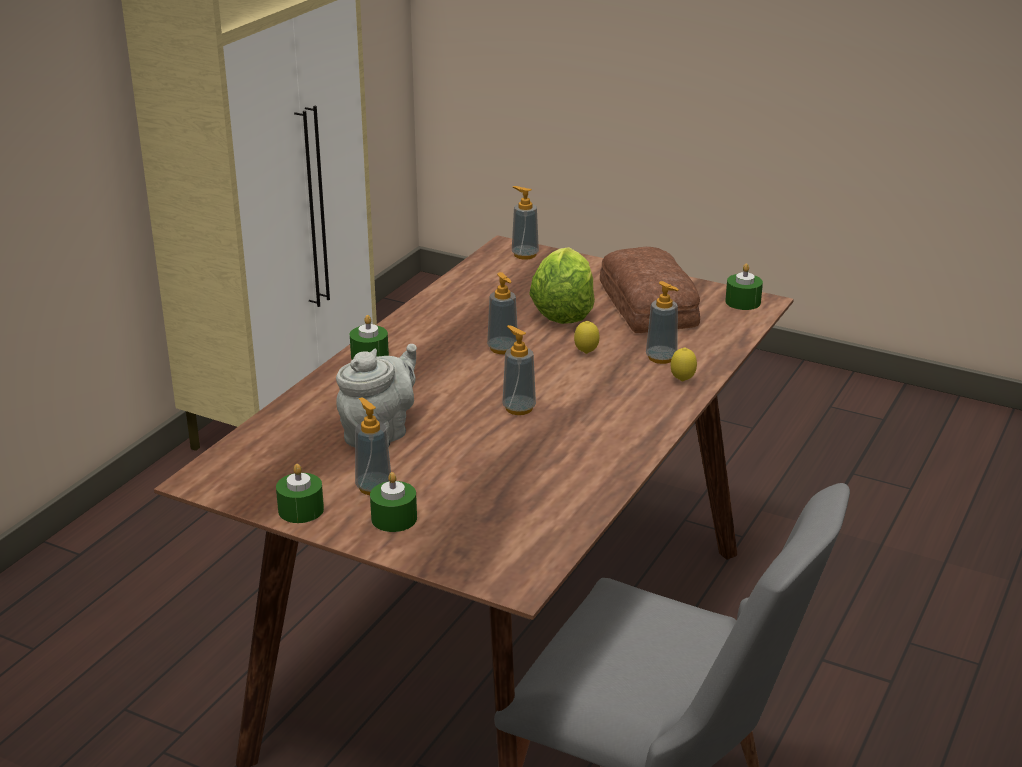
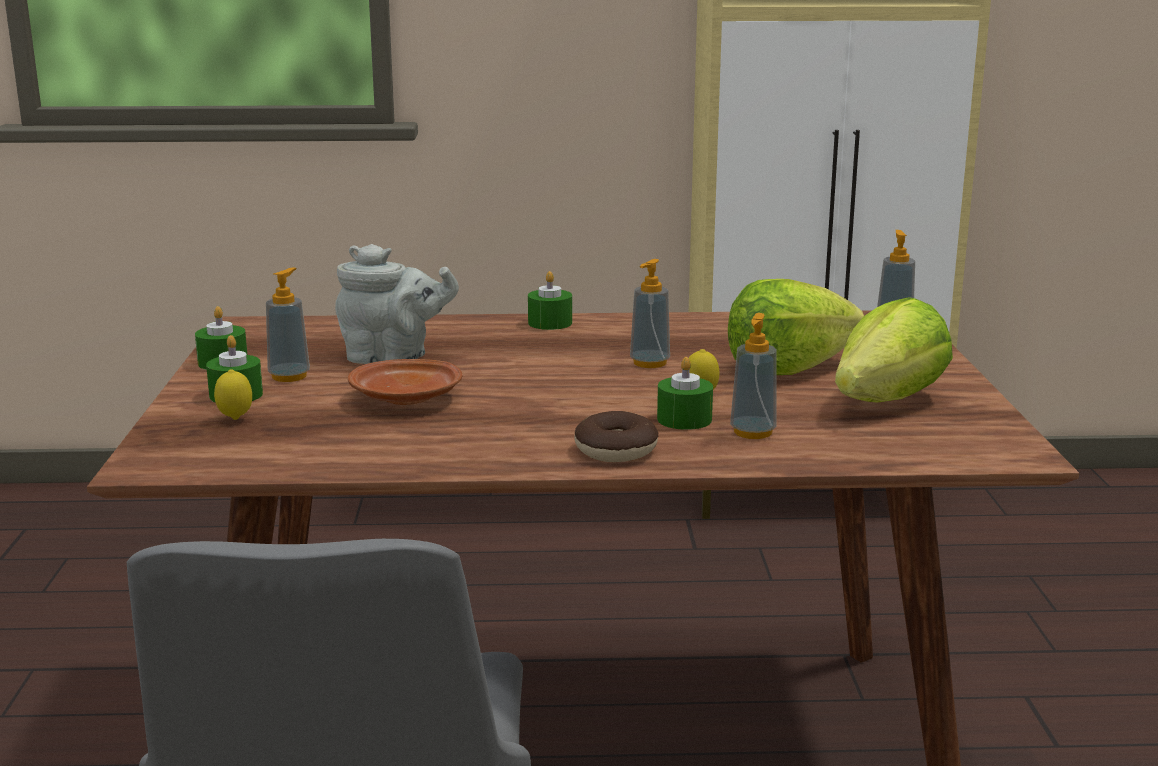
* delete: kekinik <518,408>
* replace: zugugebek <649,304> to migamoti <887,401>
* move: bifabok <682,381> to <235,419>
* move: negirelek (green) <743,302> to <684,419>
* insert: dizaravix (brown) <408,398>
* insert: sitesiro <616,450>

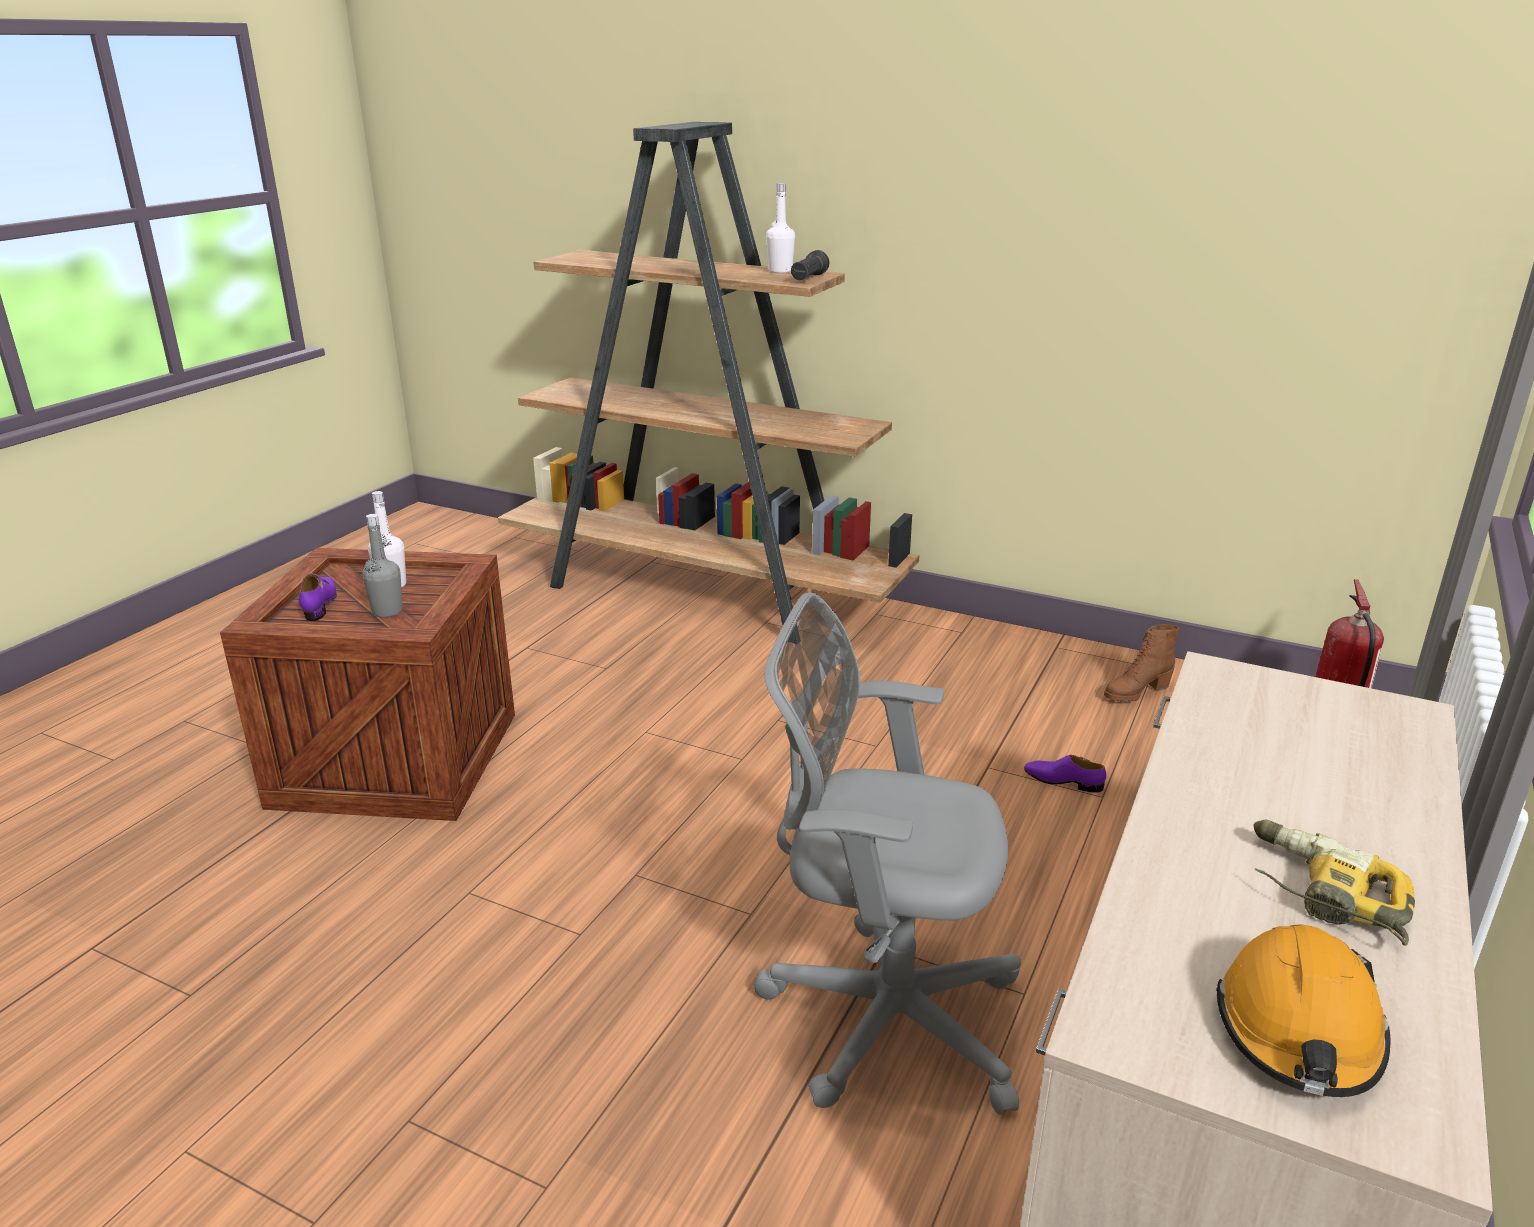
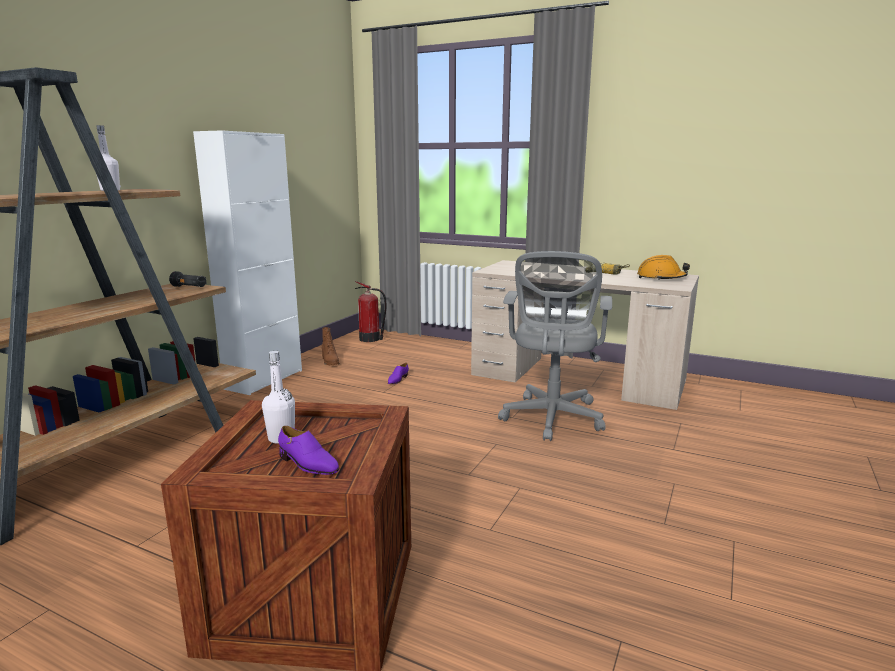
* rotate: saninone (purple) <320,603> = <308,464> 135 degrees counterclockwise
* delete: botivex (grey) <387,611>
* move: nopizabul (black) <808,278> to <189,287>
* insert: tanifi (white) <264,379>

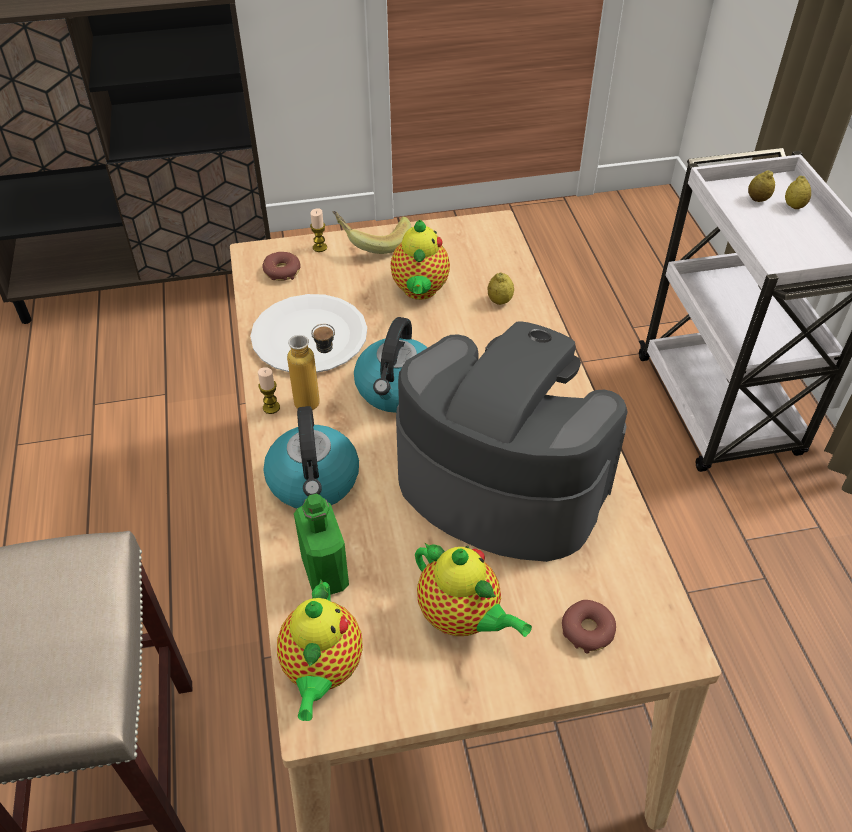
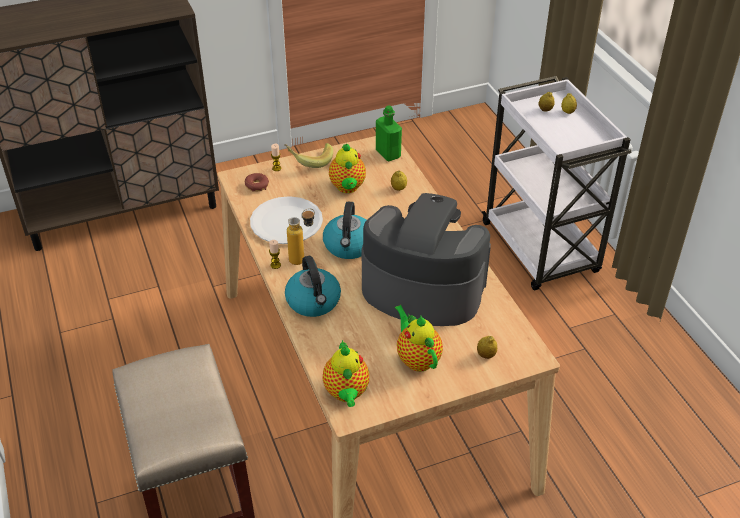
* move: botivex (green) <325,573> to <388,154>
* rotate: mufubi <462,618> = <417,358> 150 degrees counterclockwise
* replace: sitesiro <587,630> to bifabok <486,355>

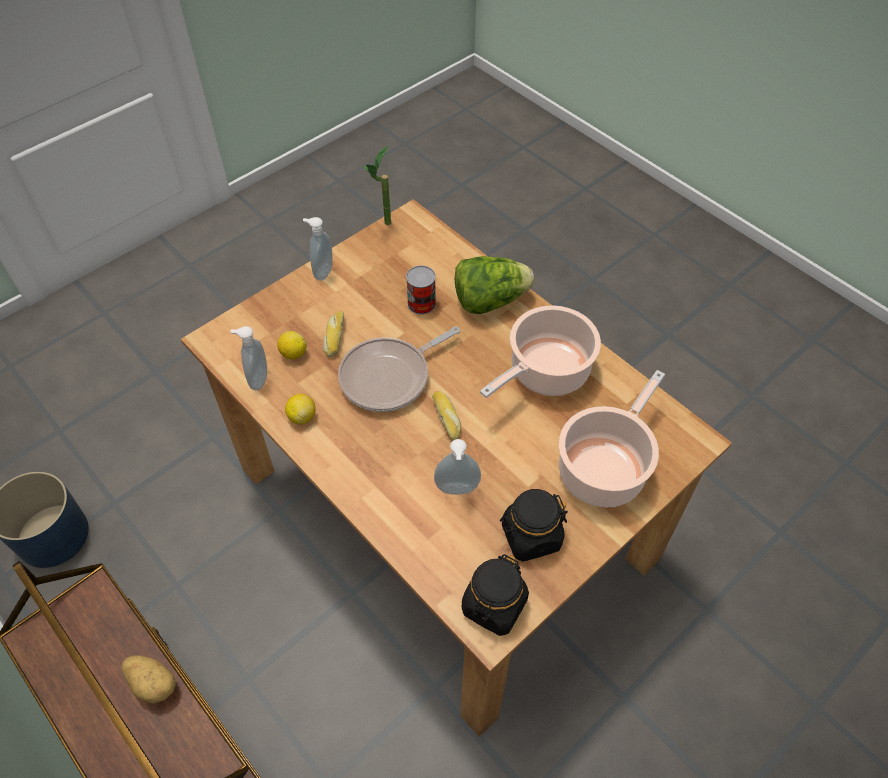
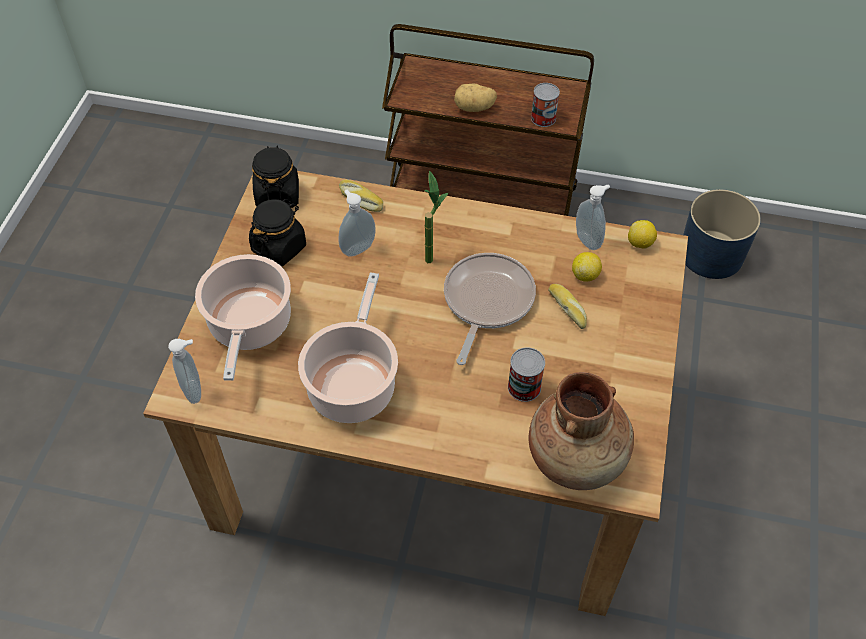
* move: bifabok <302,416> to <640,243>
* move: kekinik <322,272> to <195,390>
* move: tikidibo <382,226> to <431,254>
* move: zugugebek <447,418> to <360,200>
* delete: migamoti <489,300>
* insert: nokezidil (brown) <577,458>
* insert: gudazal <543,118>

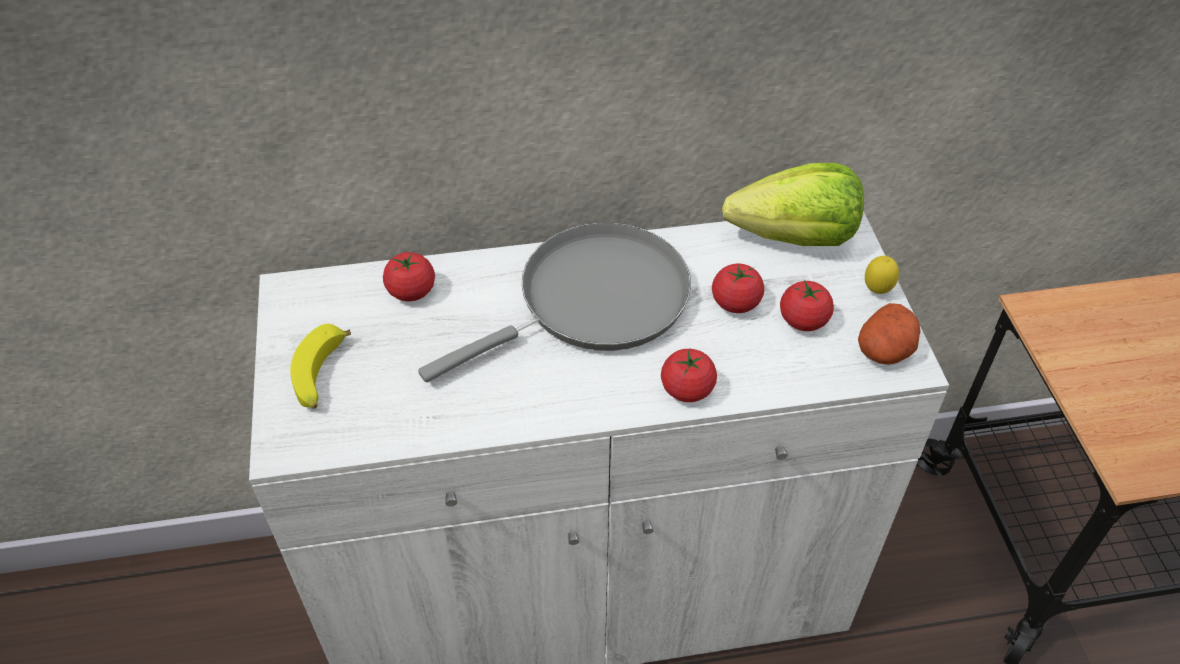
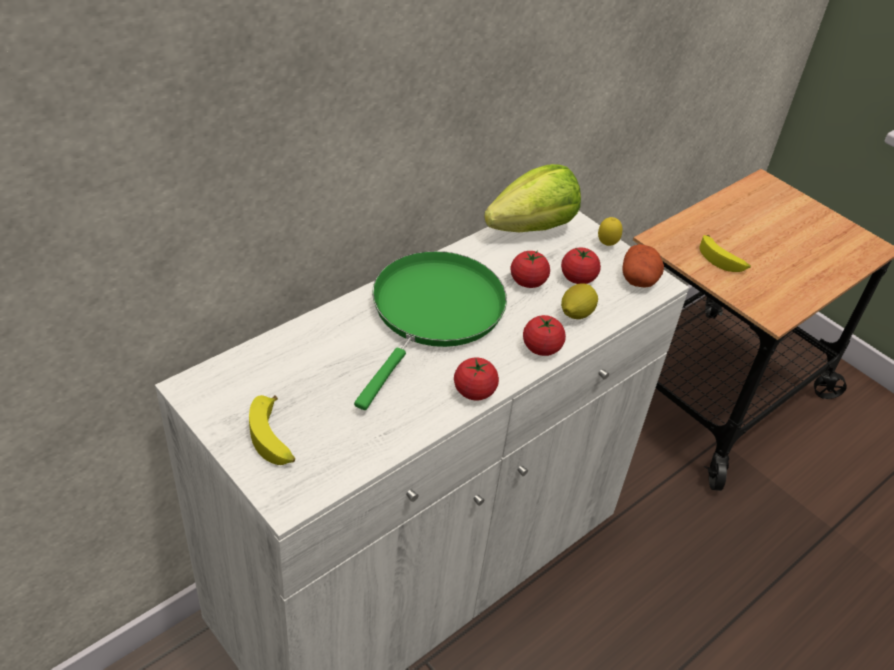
* move: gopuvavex <411,291> to <474,391>
* recolor: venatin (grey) <593,301> to venatin (green) <434,313>
* insert: bifabok <575,314>
* insert: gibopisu <722,260>

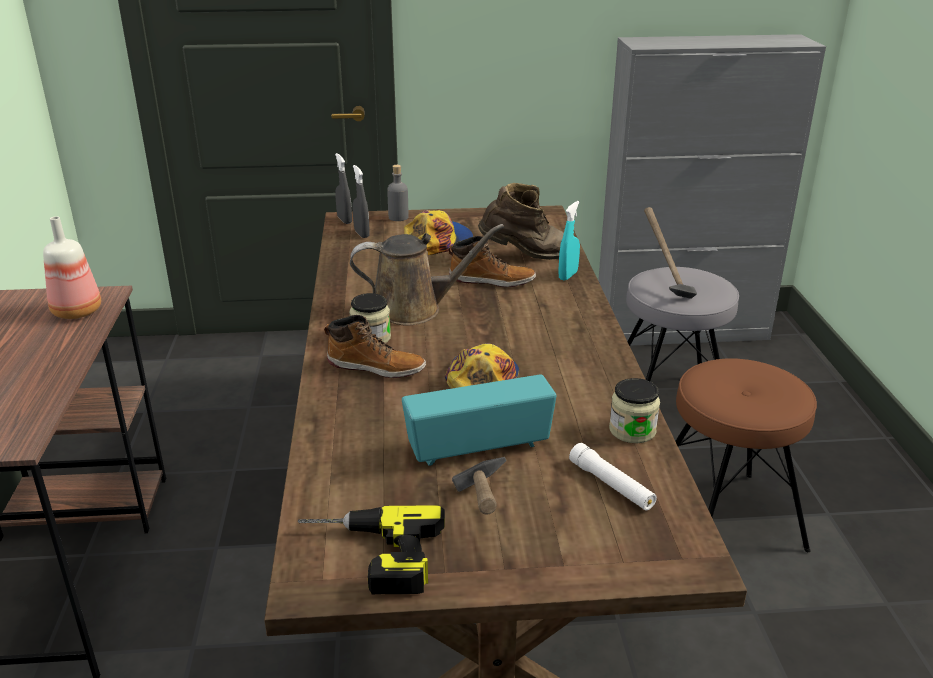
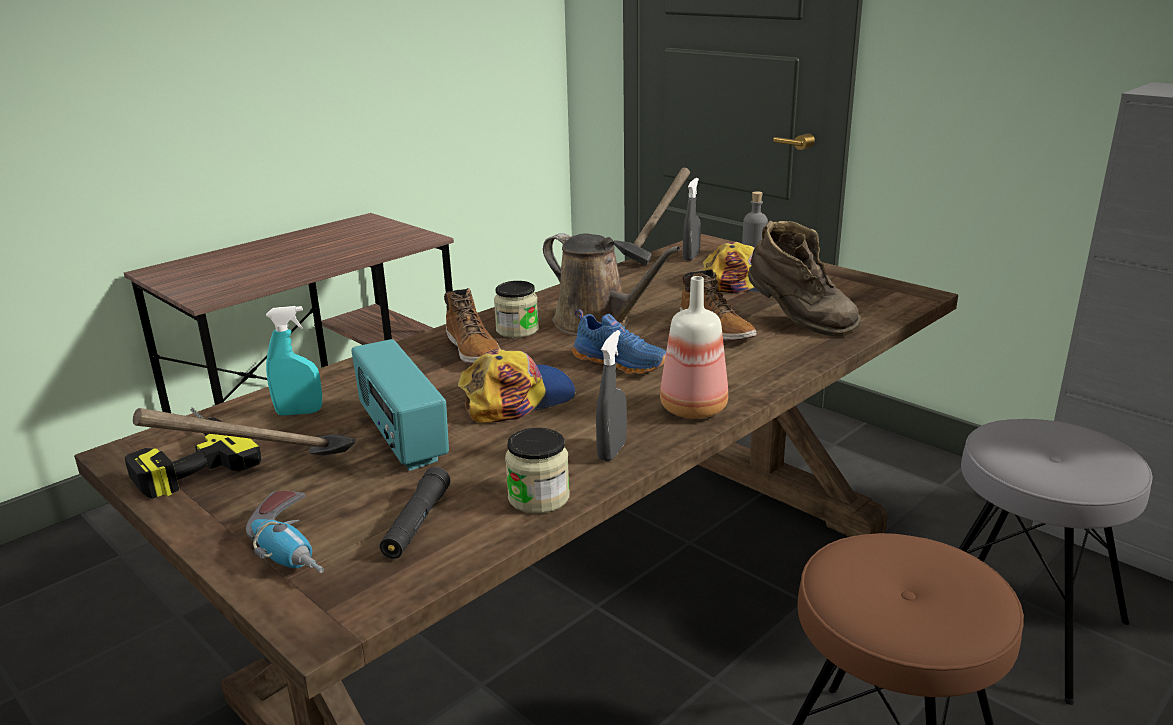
* move: botivex <78,312> to <695,410>
* move: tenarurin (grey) <344,220> to <612,451>
* rotate: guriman <478,447> = <401,437> 150 degrees counterclockwise
* move: tenarurin (turquoise) <568,275> to <299,412>
* recolor: nopizabul (white) <611,485> to nopizabul (black) <416,523>
* move: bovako <663,284> to <654,251>
* insert: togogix <296,548>
* insert: saninone (blue) <621,363>

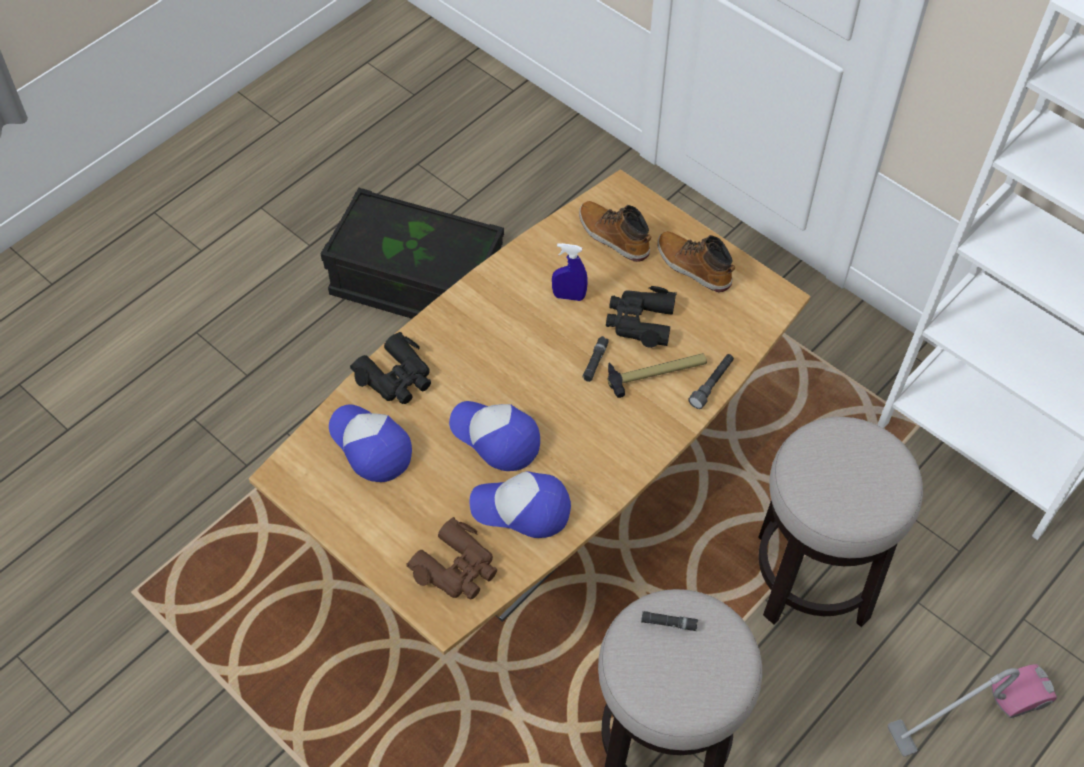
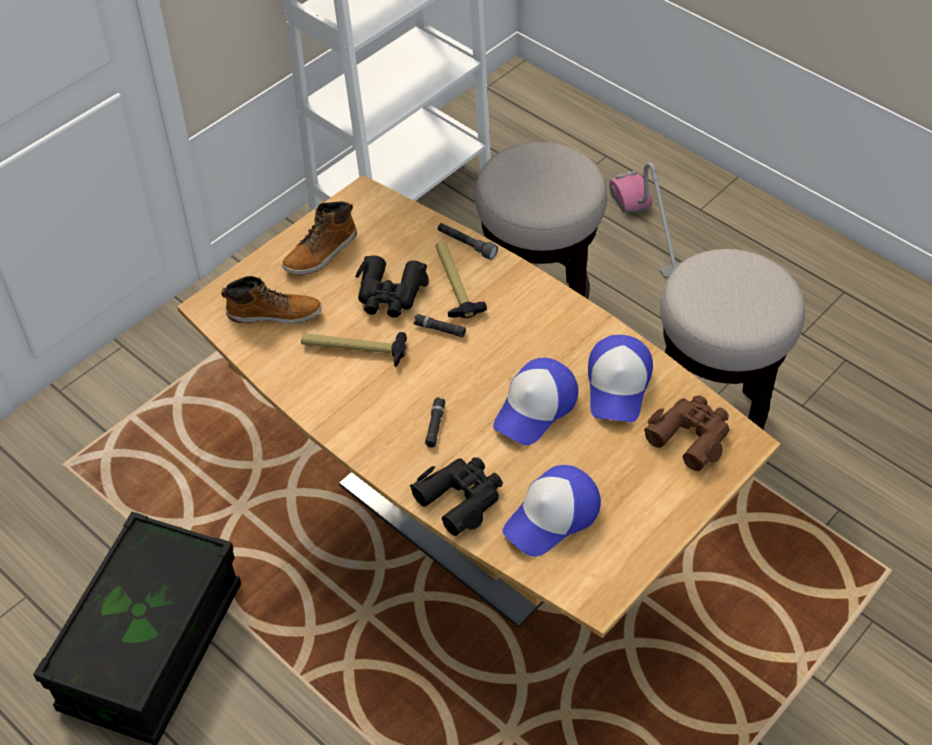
* replace: tenarurin (blue) <569,296> to bovako <354,349>
* rotate: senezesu <613,236> = <274,313> 135 degrees counterclockwise
* move: nopizabul (black) <669,623> to <435,425>

